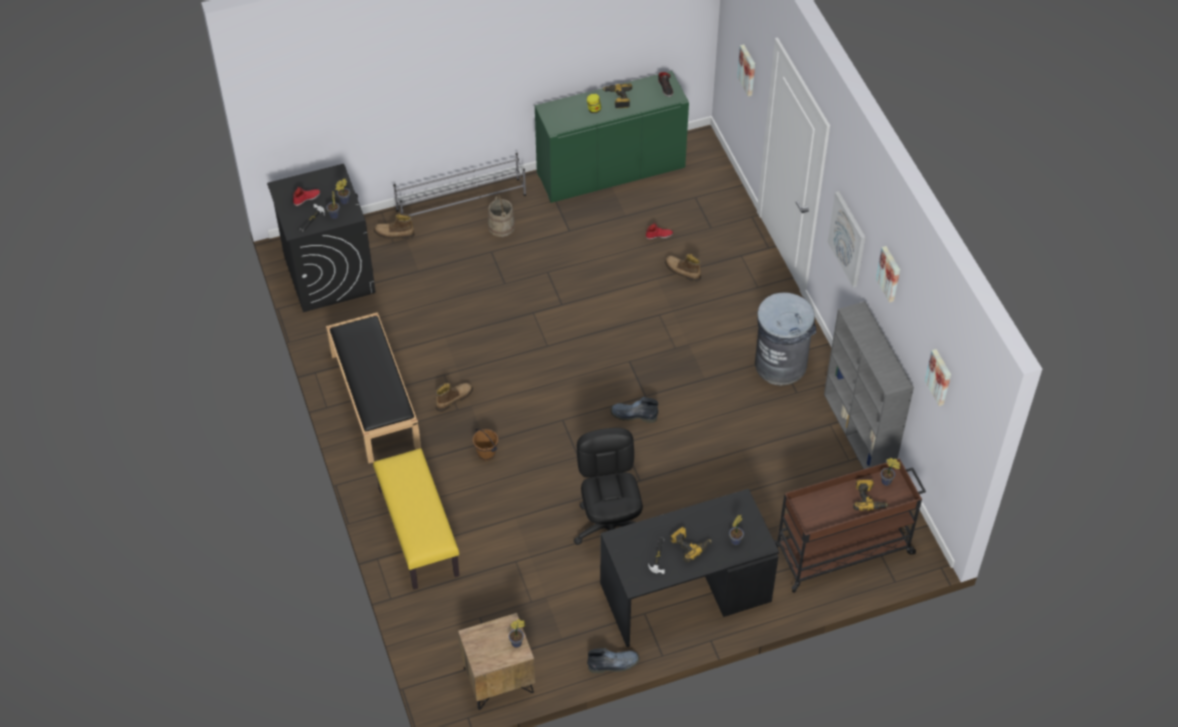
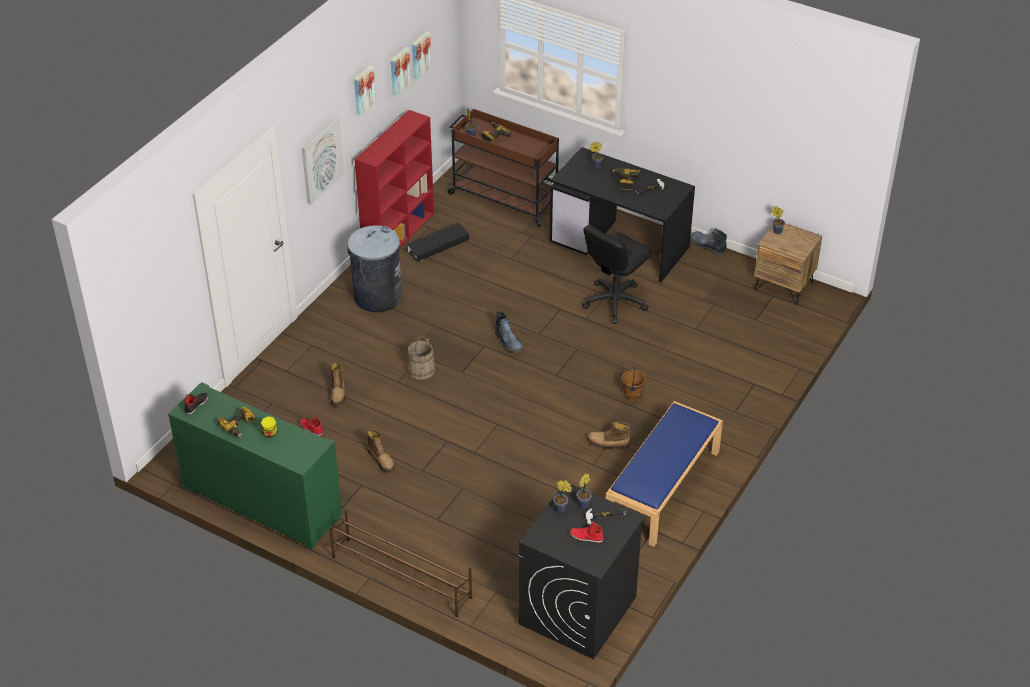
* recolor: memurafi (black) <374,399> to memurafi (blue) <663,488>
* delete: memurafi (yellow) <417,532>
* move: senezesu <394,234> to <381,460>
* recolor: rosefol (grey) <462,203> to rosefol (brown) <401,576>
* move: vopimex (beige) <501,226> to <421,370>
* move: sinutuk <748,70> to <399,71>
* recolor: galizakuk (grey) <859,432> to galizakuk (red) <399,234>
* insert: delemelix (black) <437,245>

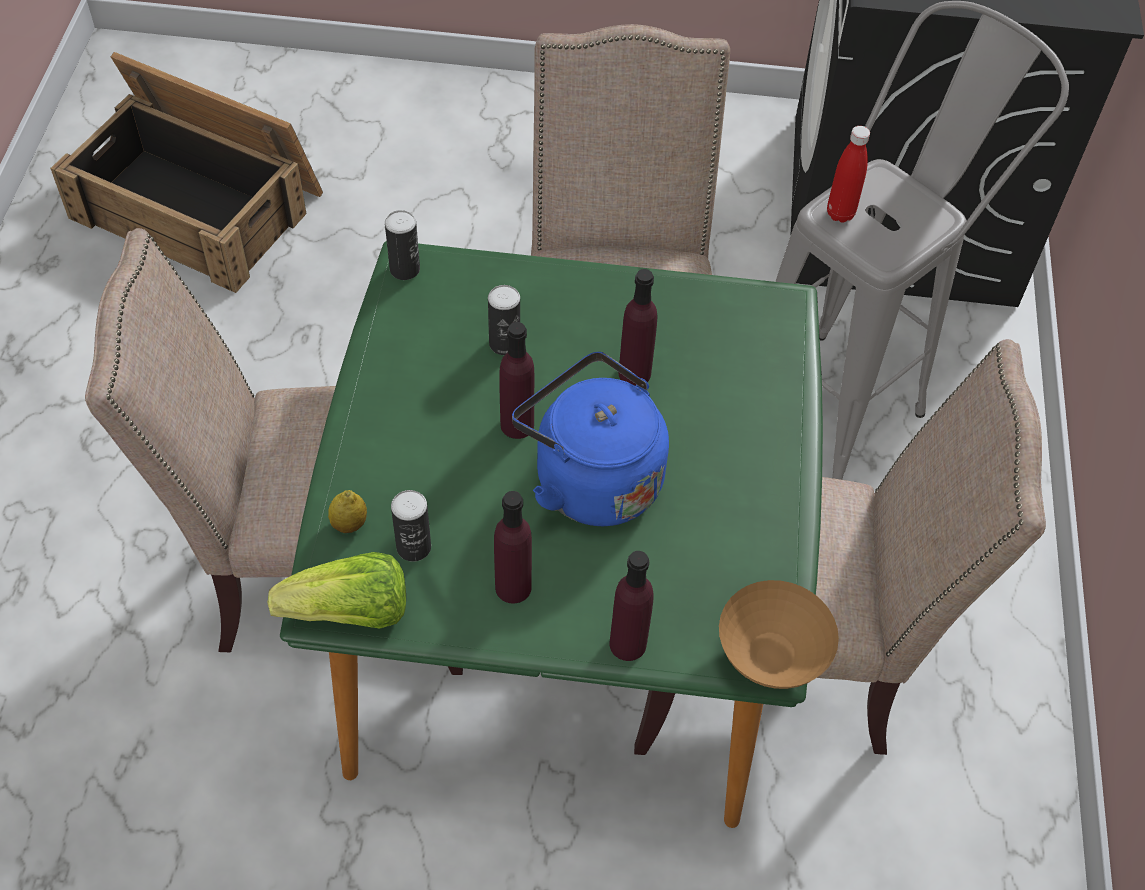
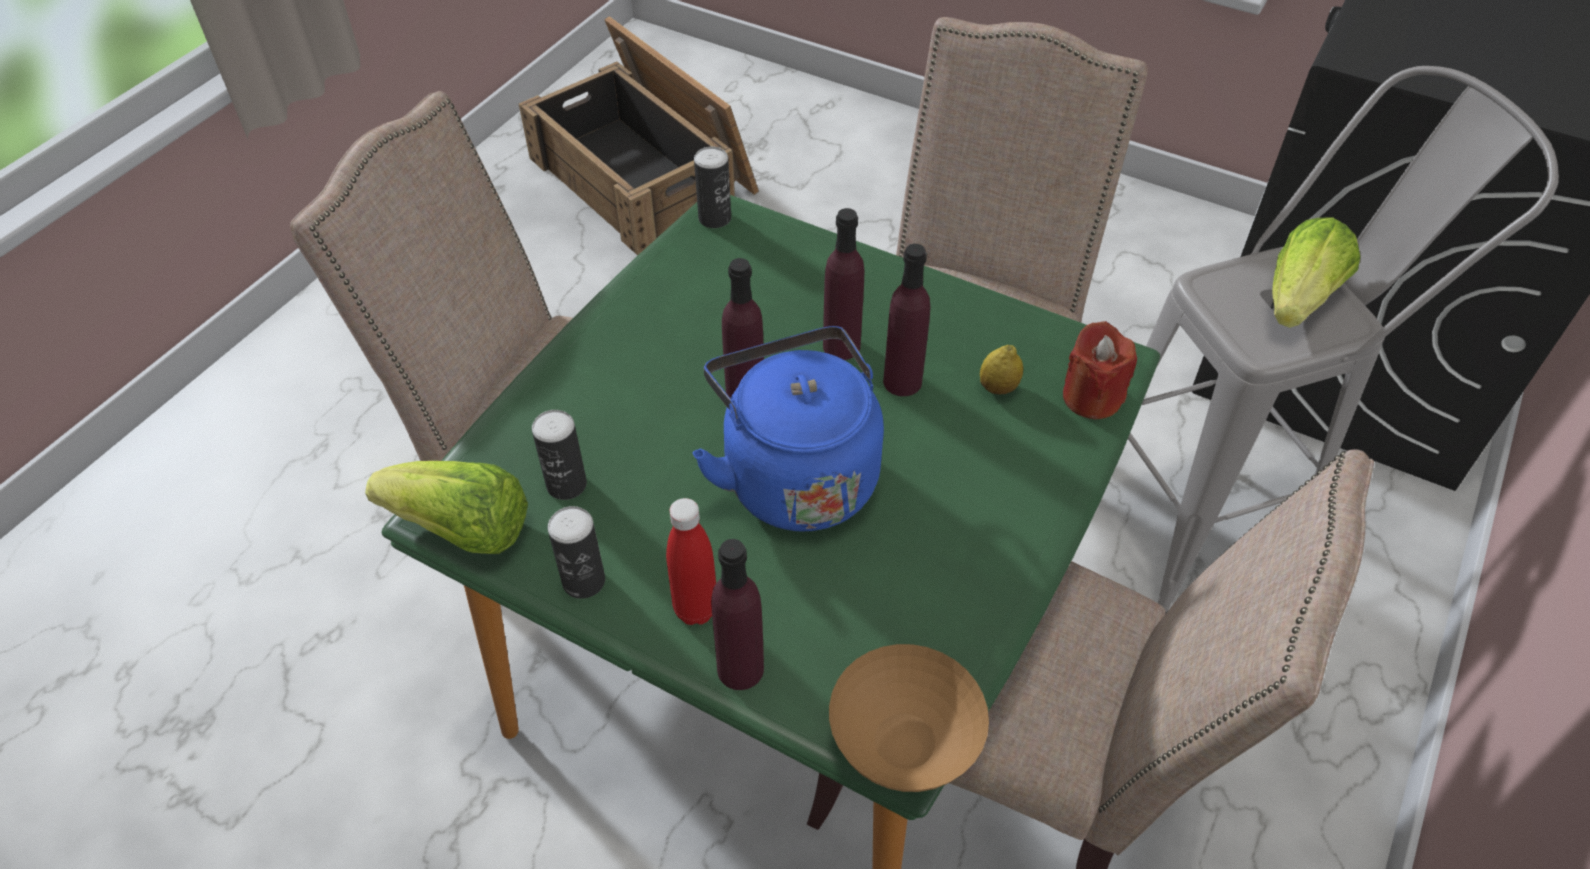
* move: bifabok <349,524> to <998,388>
* move: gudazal <504,343> to <584,581>
* move: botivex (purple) <513,587> to <841,346>
* move: botivex (red) <840,214> to <696,609>
* insert: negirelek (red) <1091,397>
* insert: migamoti <1299,299>

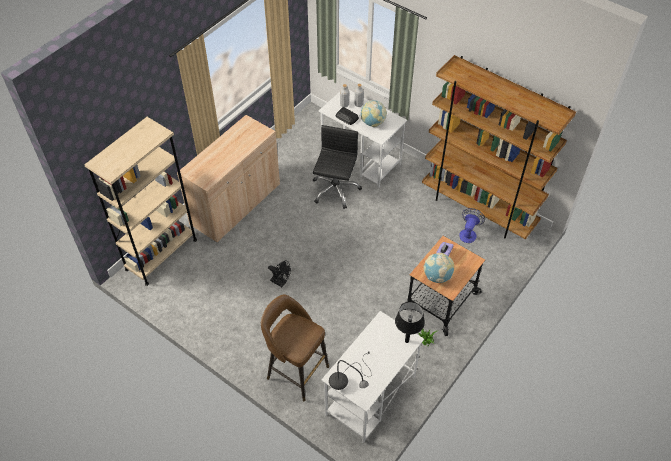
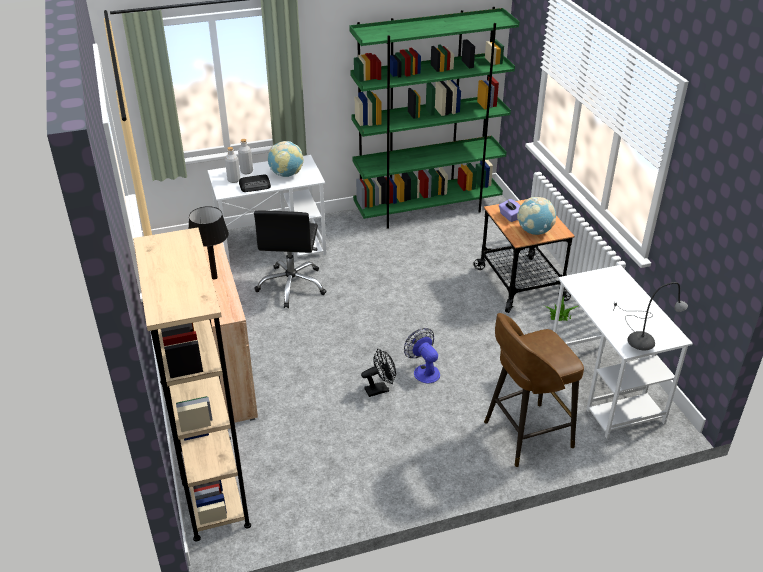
* rotate: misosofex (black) <335,190> = <292,286> 135 degrees counterclockwise
* move: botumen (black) <406,340> to <214,277>
* recolor: galizakuk (brown) <478,209> to galizakuk (green) <428,209>
* move: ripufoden <468,233> to <423,371>

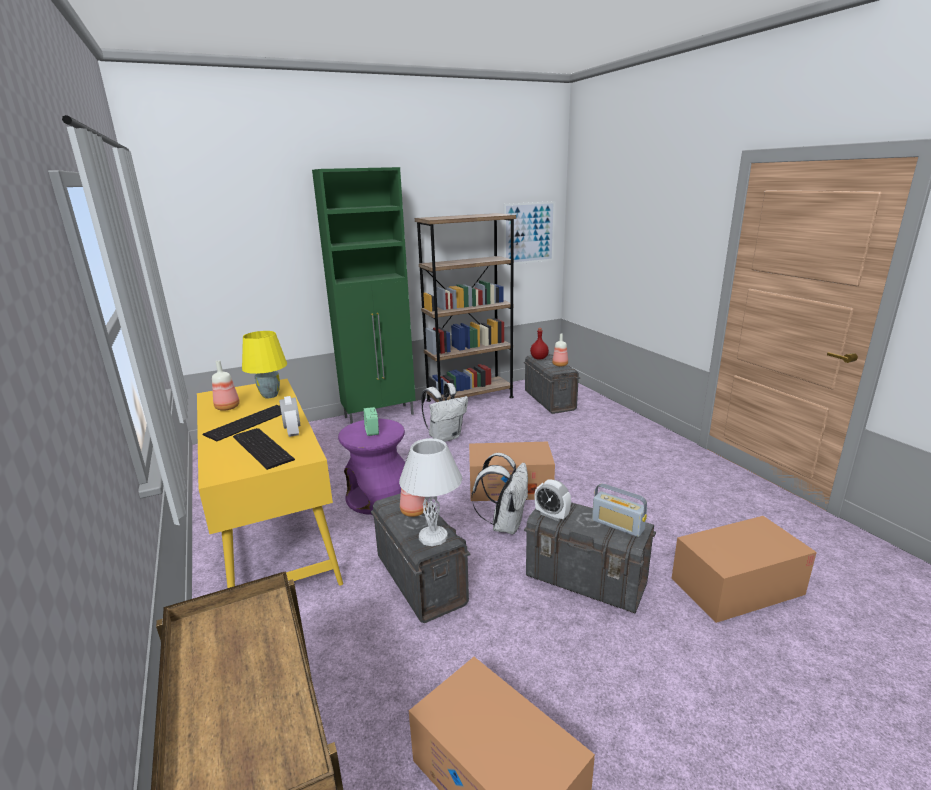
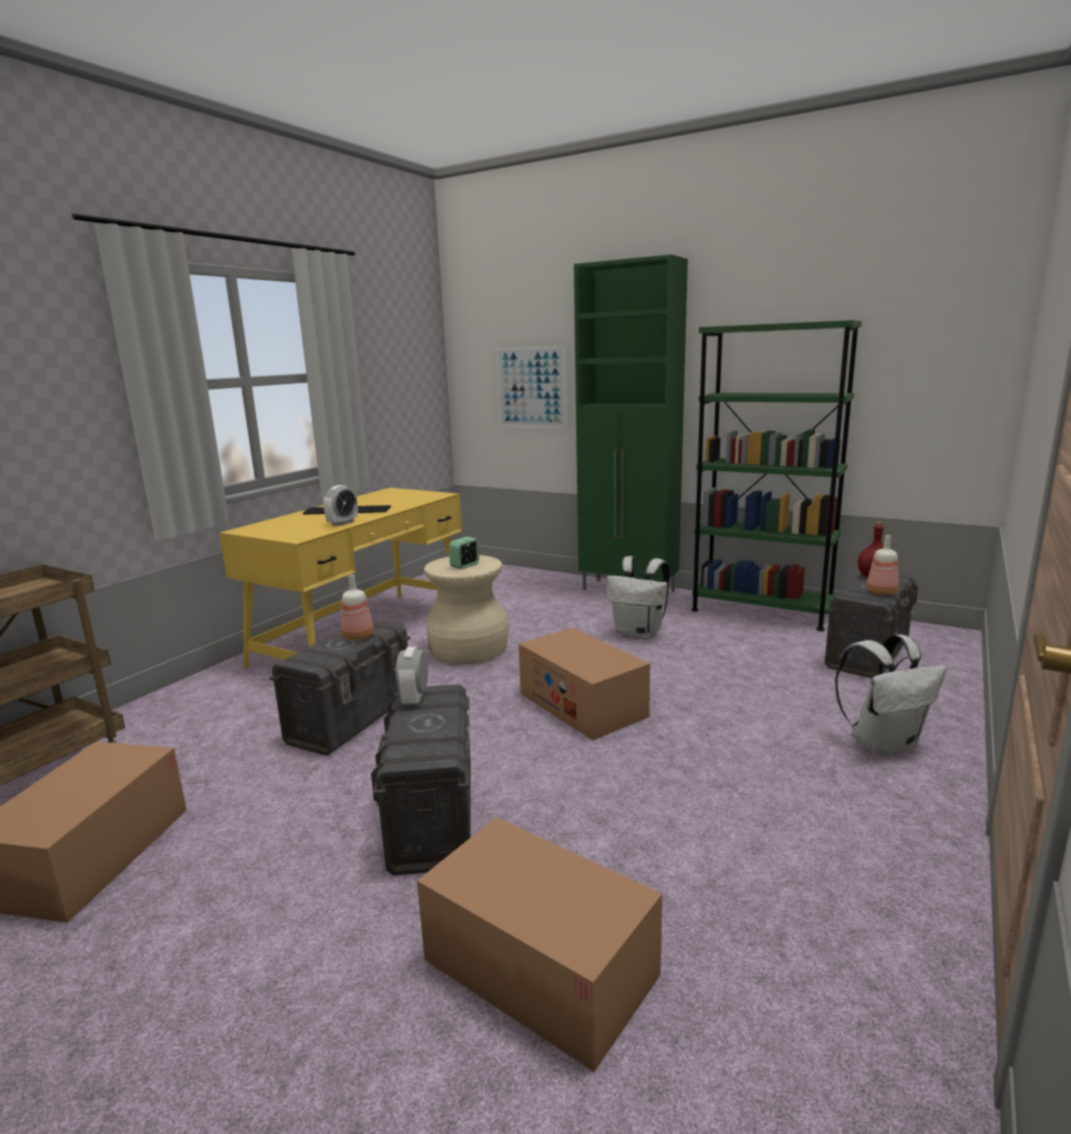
* delete: botivex <228,407>
* delete: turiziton <261,449>
* delete: botumen (yellow) <269,395>
* recolor: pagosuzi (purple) <379,497> to pagosuzi (beige) <469,650>
* delete: botumen (white) <434,536>
* recolor: galizakuk (brown) <470,399> to galizakuk (green) <761,611>
* move: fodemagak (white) <505,524> to <883,743>
* move: sinutuk <529,233> to <531,387>
* delete: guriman <617,525>

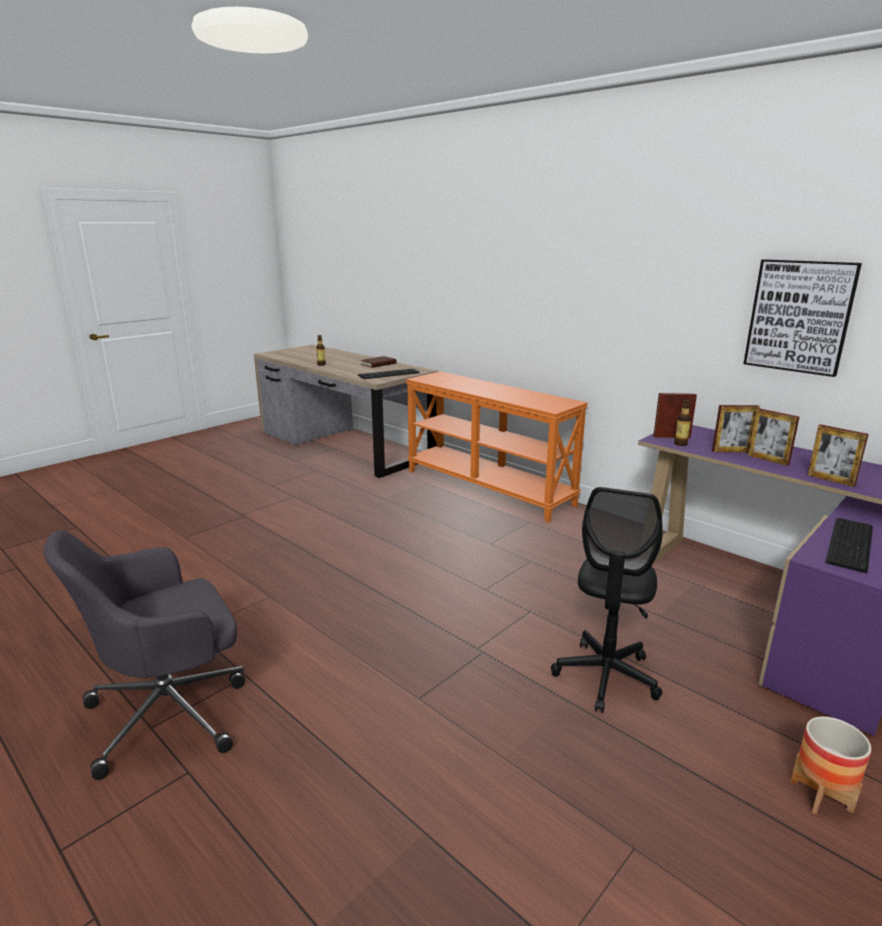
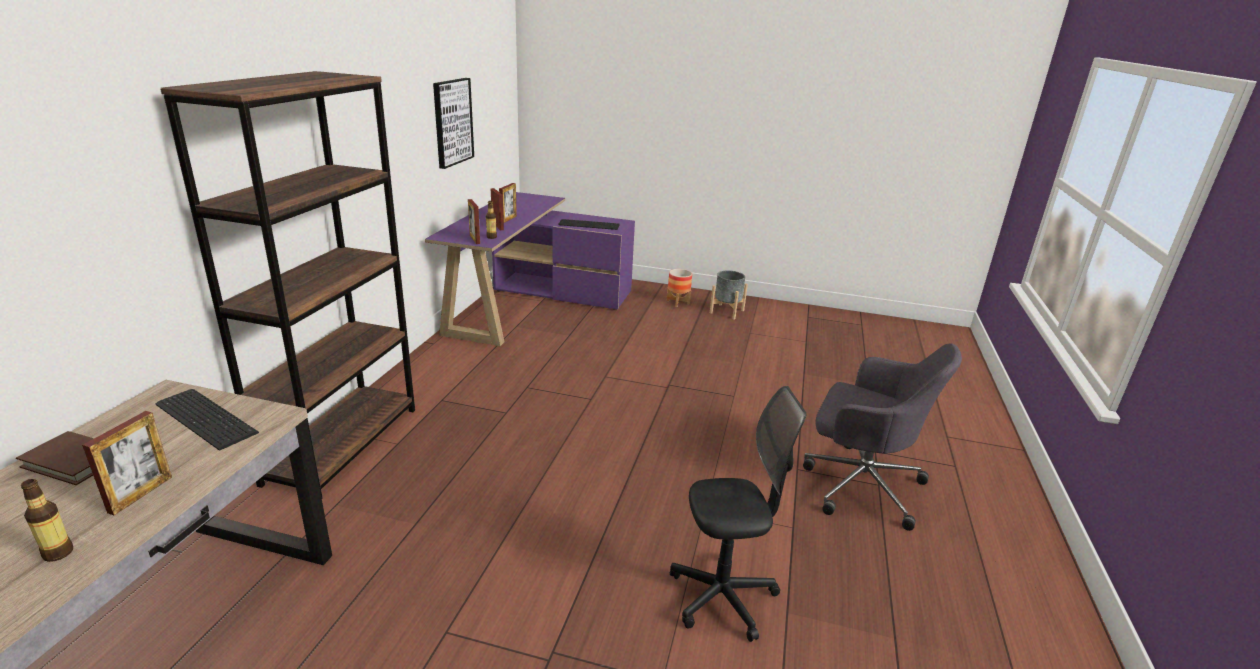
* replace: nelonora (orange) <489,487> to galizakuk (brown) <343,444>
* move: misosofex (black) <606,677> to <722,597>
* move: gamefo <831,480> to <140,494>
* insert: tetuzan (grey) <726,311>

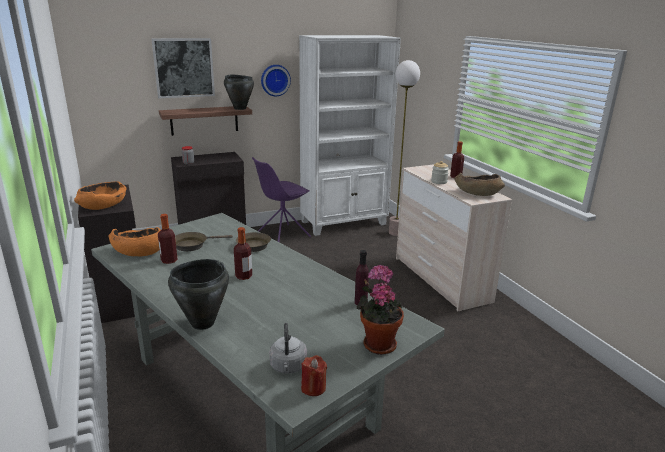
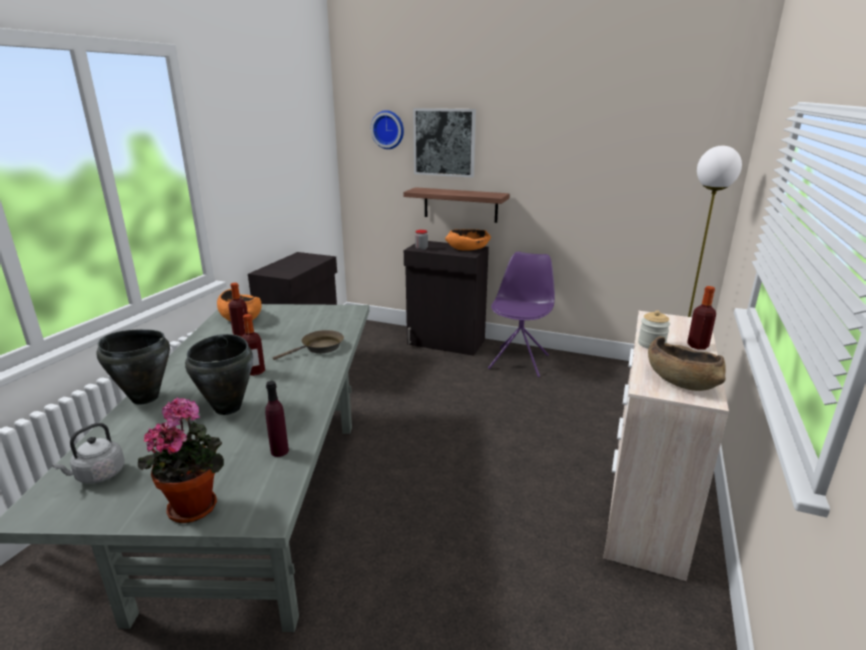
* move: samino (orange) <103,205> to <468,248>
* delete: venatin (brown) <193,245>
* move: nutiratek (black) <240,108> to <228,408>
* rotate: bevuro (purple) <282,235> = <519,361> 105 degrees clockwise
* move: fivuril <275,80> to <388,129>
* delete: galizakuk (white) <344,223>
* delete: negirelek (red) <313,388>

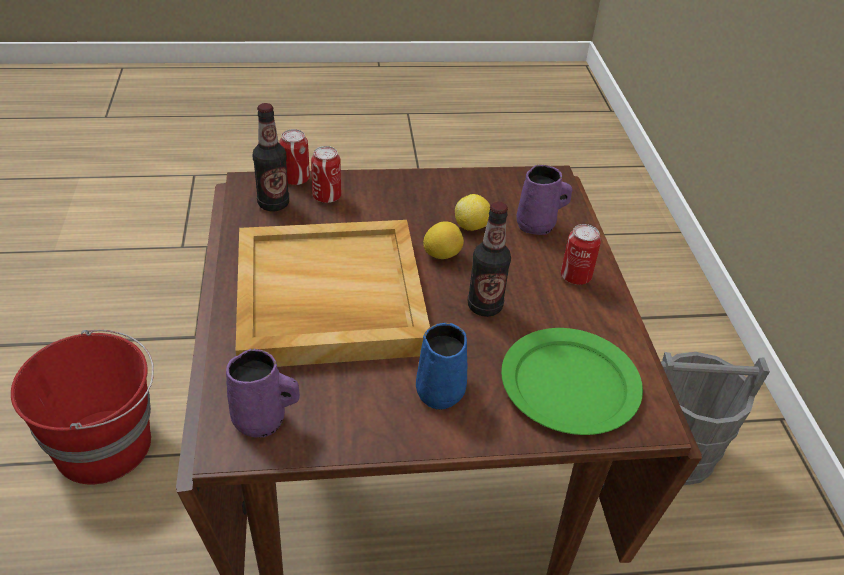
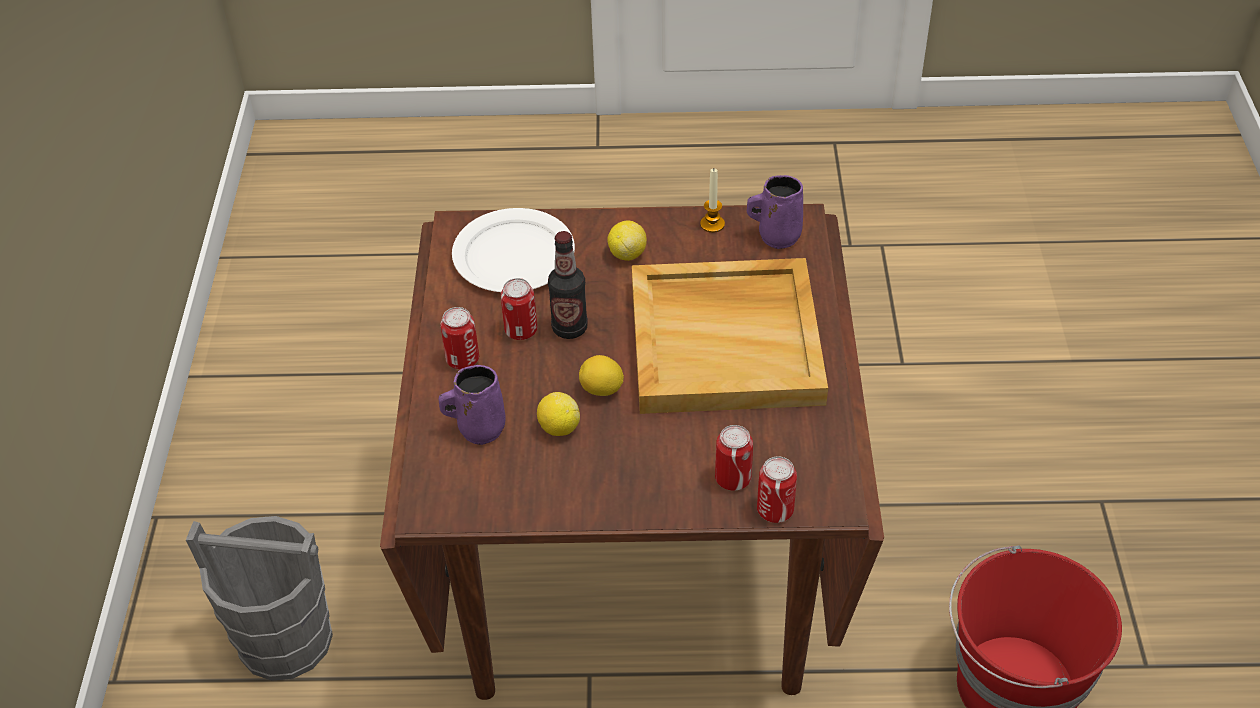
* delete: botivex <273,204>
* replace: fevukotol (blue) <441,390> to bifabok <627,254>
* recolor: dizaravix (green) <569,383> to dizaravix (white) <513,256>
* insert: gudazal <521,330>
* insert: negirelek <712,224>

